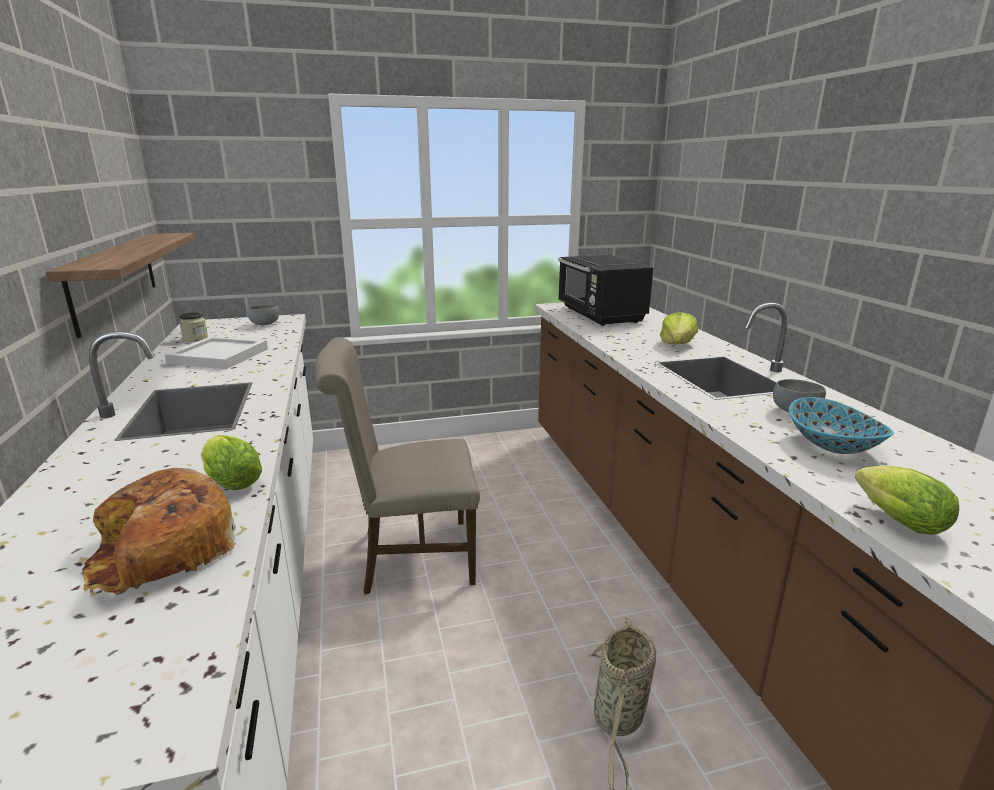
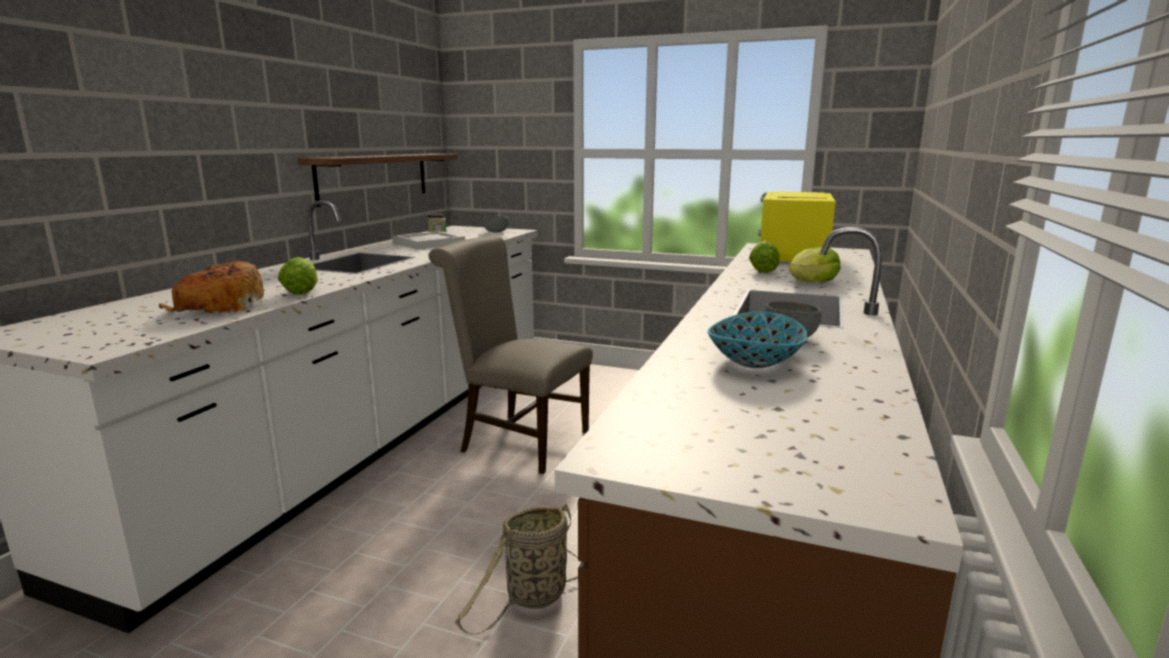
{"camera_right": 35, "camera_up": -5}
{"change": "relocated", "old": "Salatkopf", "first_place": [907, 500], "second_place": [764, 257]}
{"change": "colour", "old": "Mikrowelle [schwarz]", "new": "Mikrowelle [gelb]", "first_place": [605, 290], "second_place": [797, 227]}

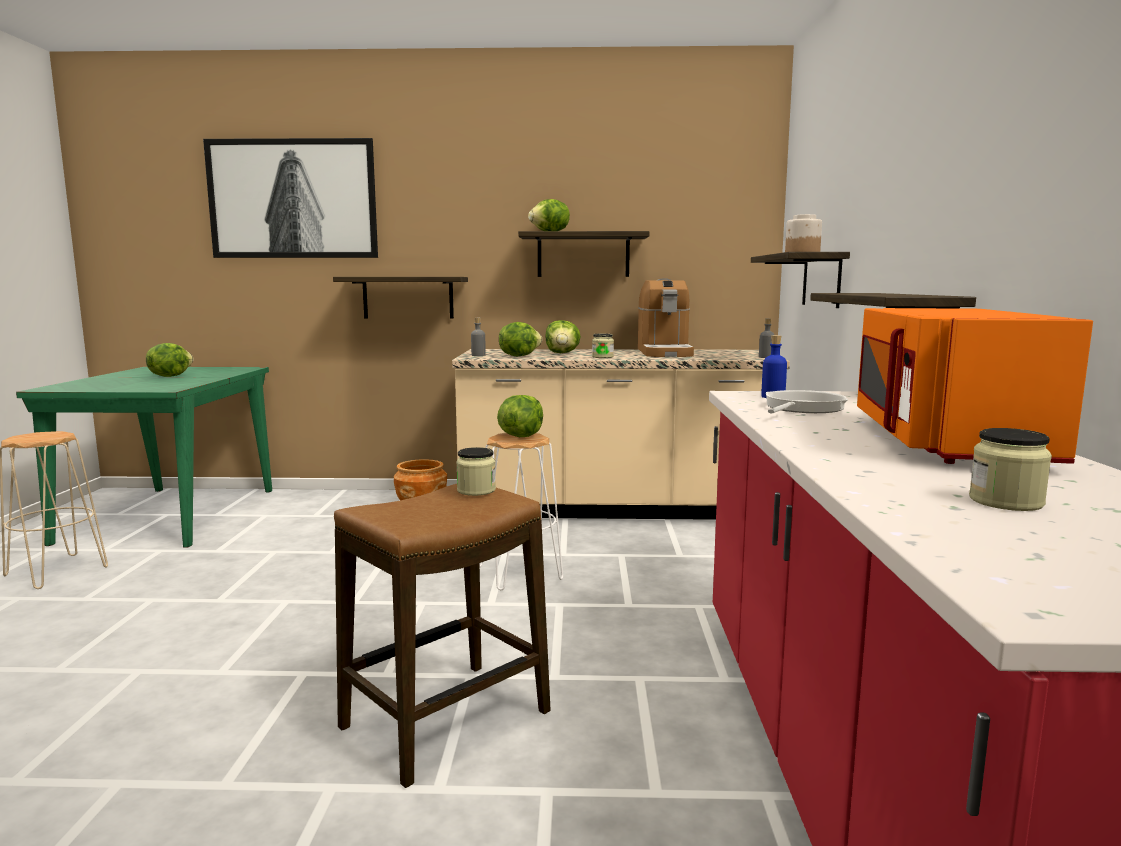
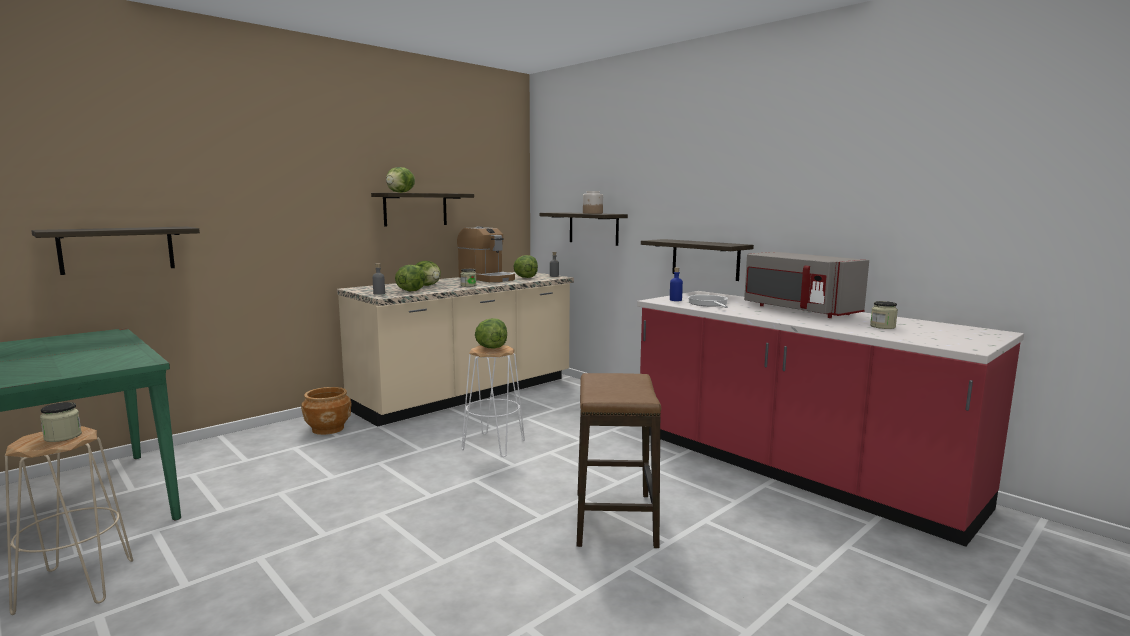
{"camera_right": -45, "camera_up": 0}
{"change": "relocated", "old": "Wandregal", "first_place": [400, 298], "second_place": [115, 251]}
{"change": "relocated", "old": "Vorratsglas", "first_place": [476, 471], "second_place": [61, 422]}
{"change": "relocated", "old": "Salatkopf", "first_place": [170, 360], "second_place": [525, 266]}
{"change": "colour", "old": "Mikrowelle [orange]", "new": "Mikrowelle [grau]", "first_place": [975, 386], "second_place": [806, 285]}
{"change": "missing", "old": "Bild", "first_place": [290, 198]}

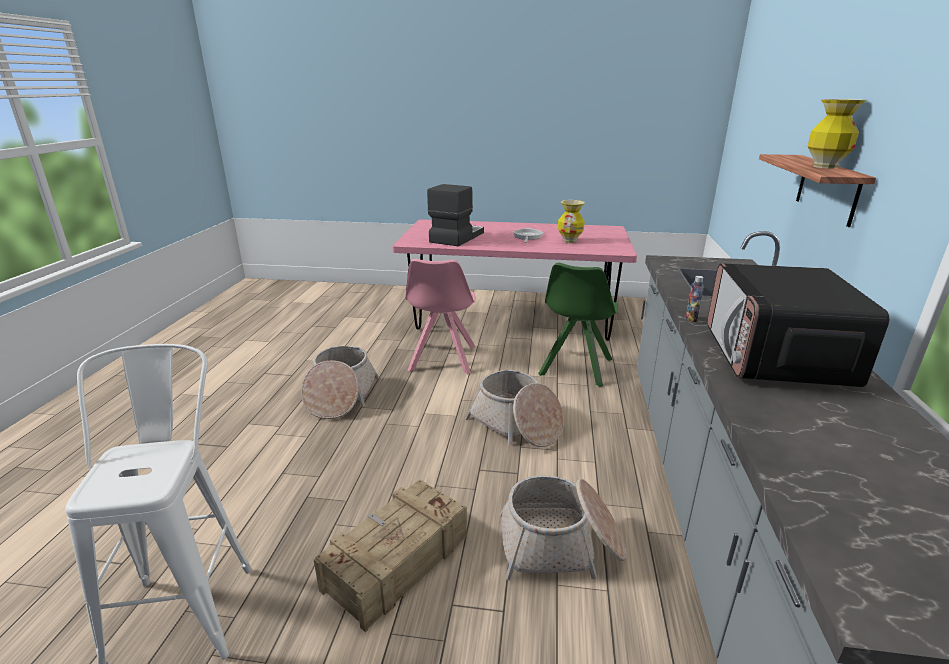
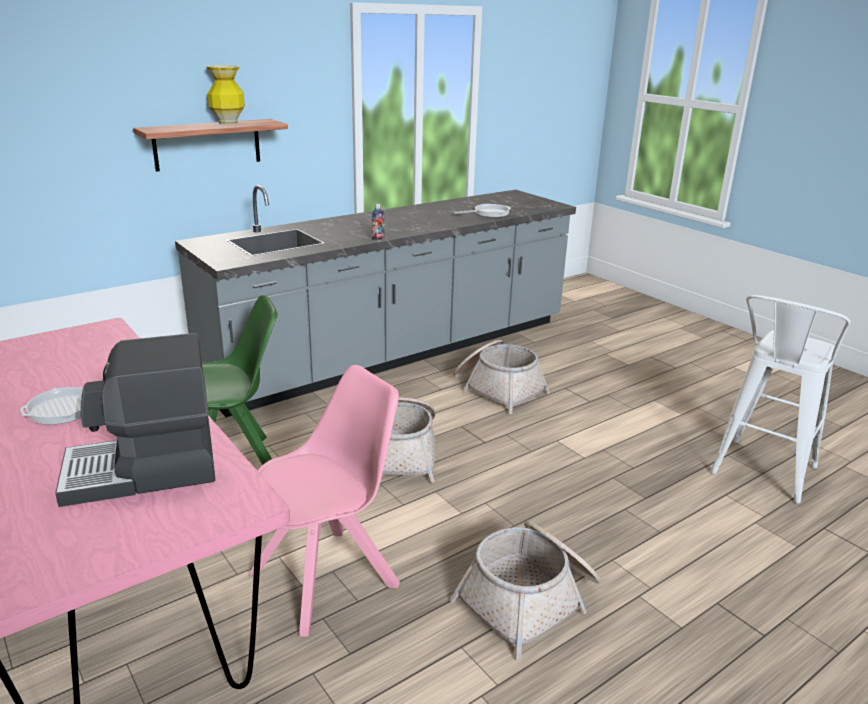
{"camera_right": -135, "camera_up": 0}
{"change": "appeared", "new": "Pfanne", "second_place": [482, 210]}
{"change": "missing", "old": "Kiste", "first_place": [390, 556]}
{"change": "missing", "old": "Vase", "first_place": [571, 221]}
{"change": "missing", "old": "Mikrowelle", "first_place": [798, 325]}

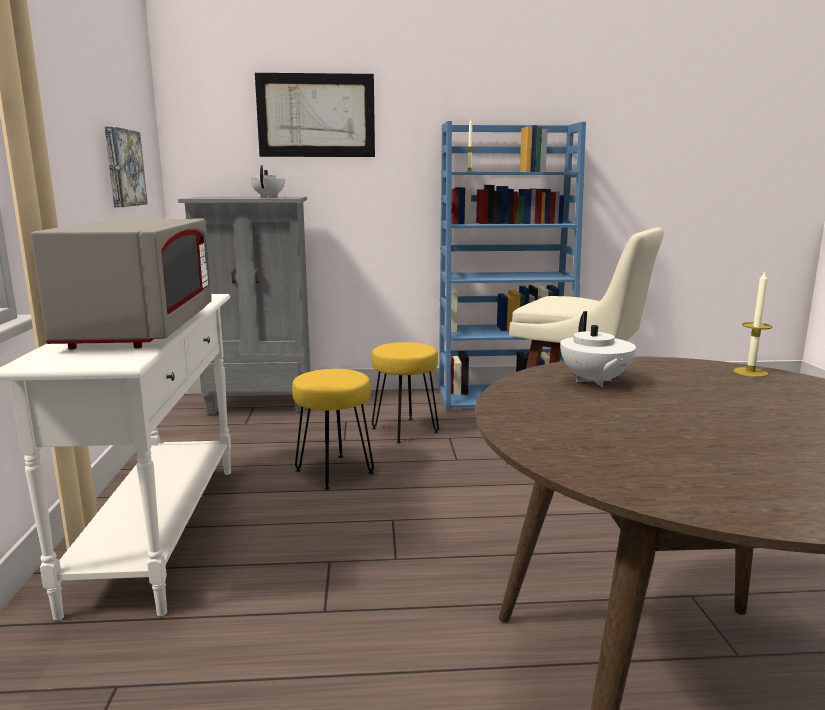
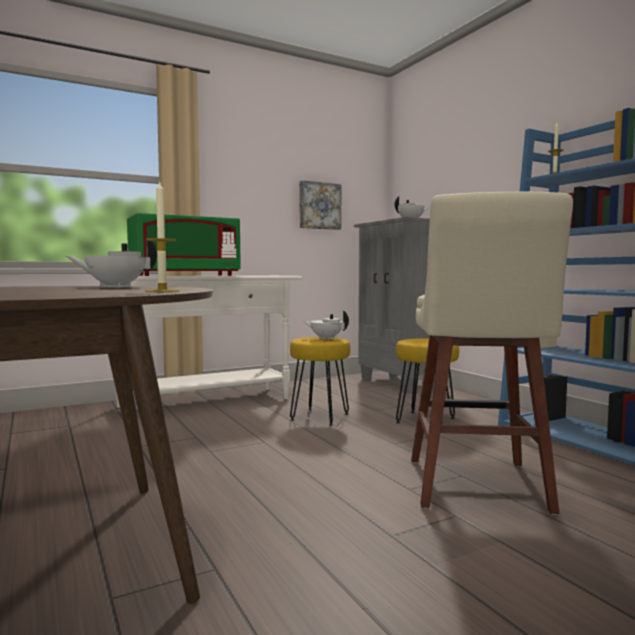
{"camera_right": 65, "camera_up": -10}
{"change": "colour", "old": "Mikrowelle [grau]", "new": "Mikrowelle [grün]", "first_place": [121, 284], "second_place": [184, 244]}
{"change": "appeared", "new": "Teekanne [weiß]", "second_place": [326, 325]}
{"change": "missing", "old": "Bild", "first_place": [315, 115]}

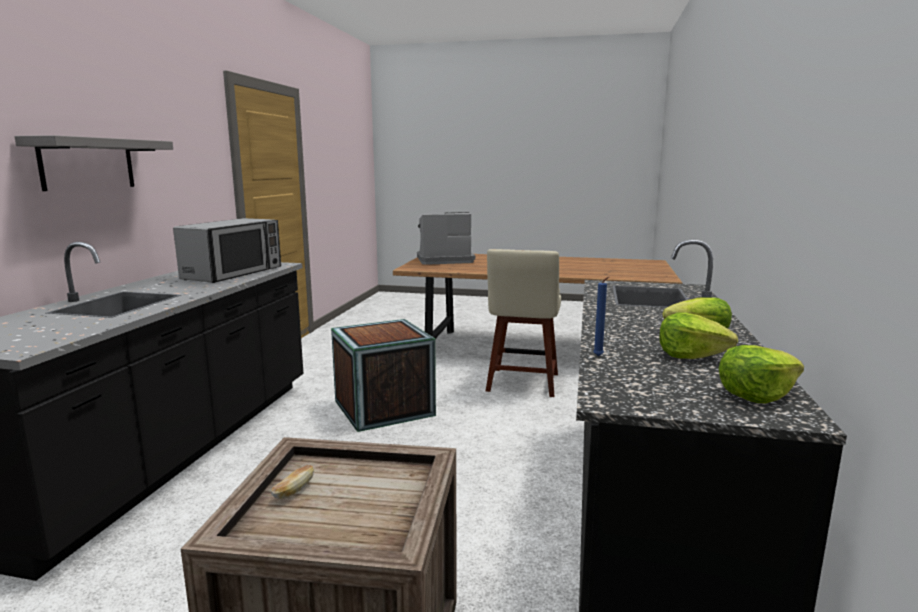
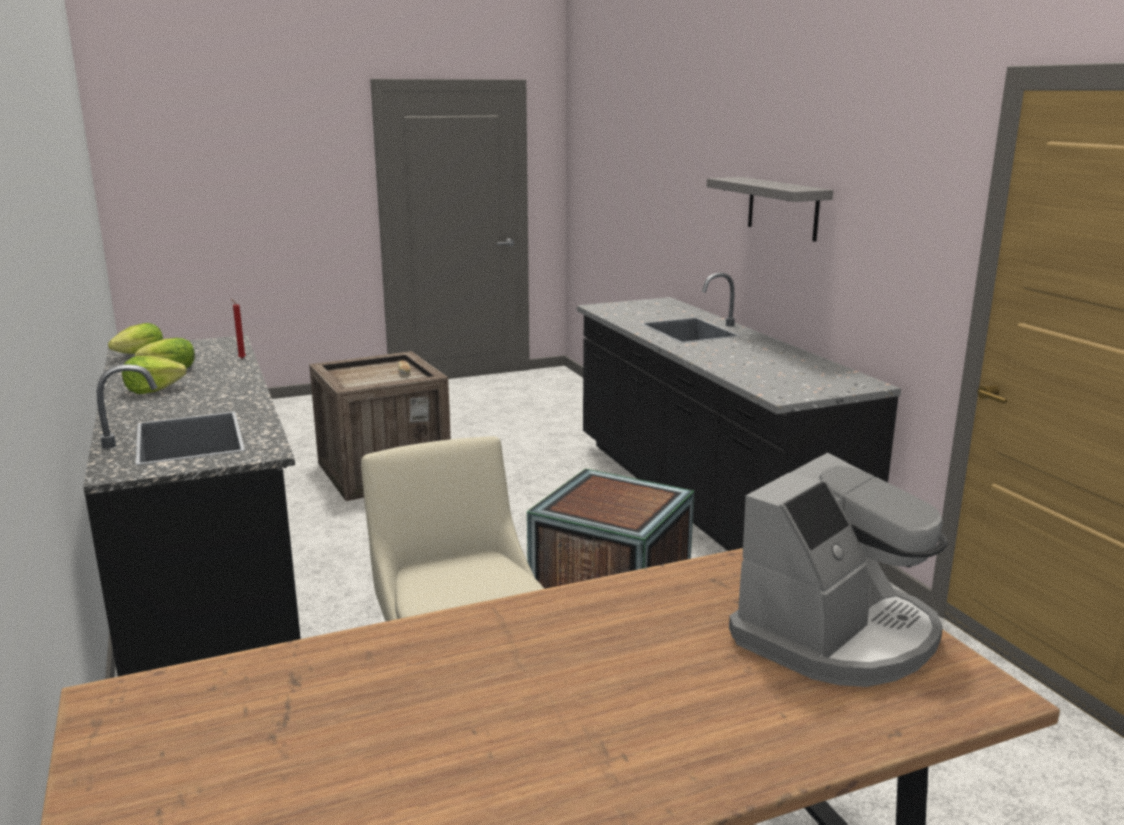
{"camera_right": 145, "camera_up": 5}
{"change": "colour", "old": "Kerze [blau]", "new": "Kerze [rot]", "first_place": [601, 316], "second_place": [238, 328]}
{"change": "missing", "old": "Mikrowelle", "first_place": [227, 250]}

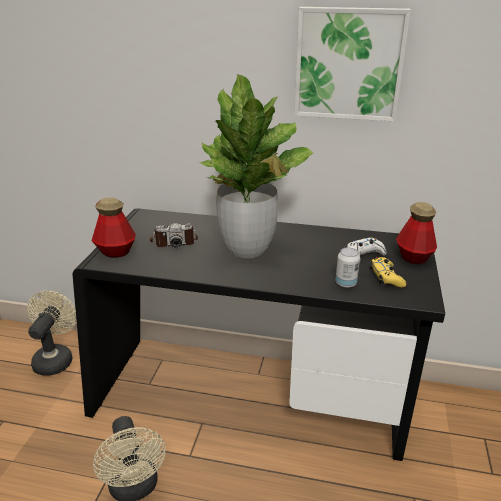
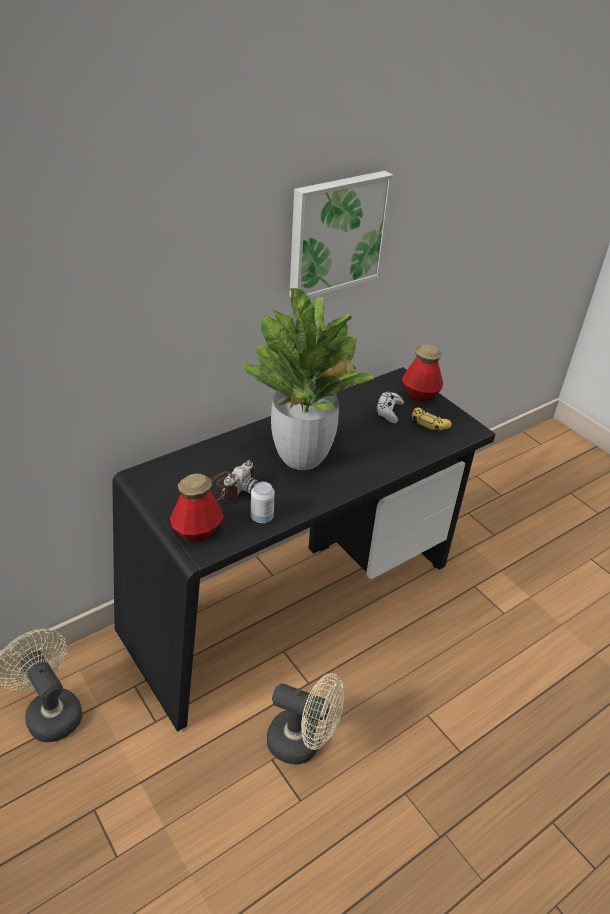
{"camera_right": -50, "camera_up": 10}
{"change": "relocated", "old": "Dose", "first_place": [347, 267], "second_place": [263, 502]}

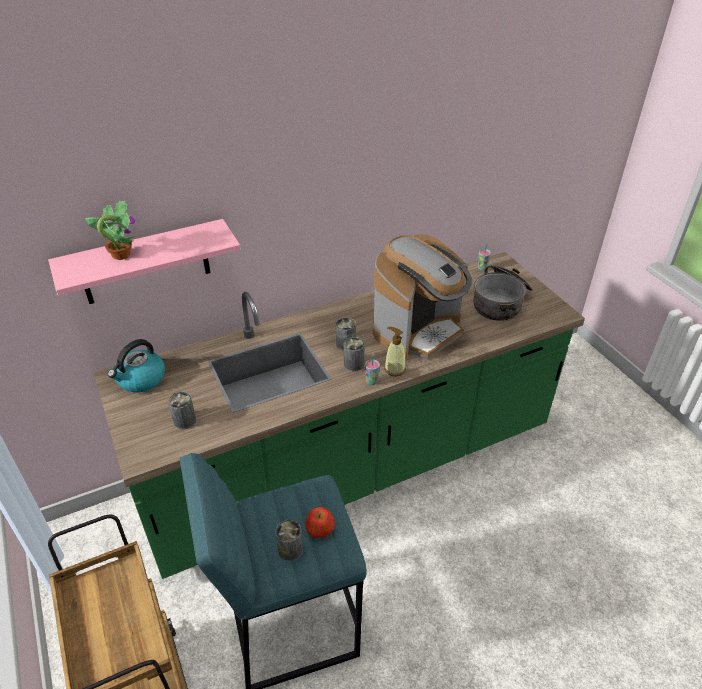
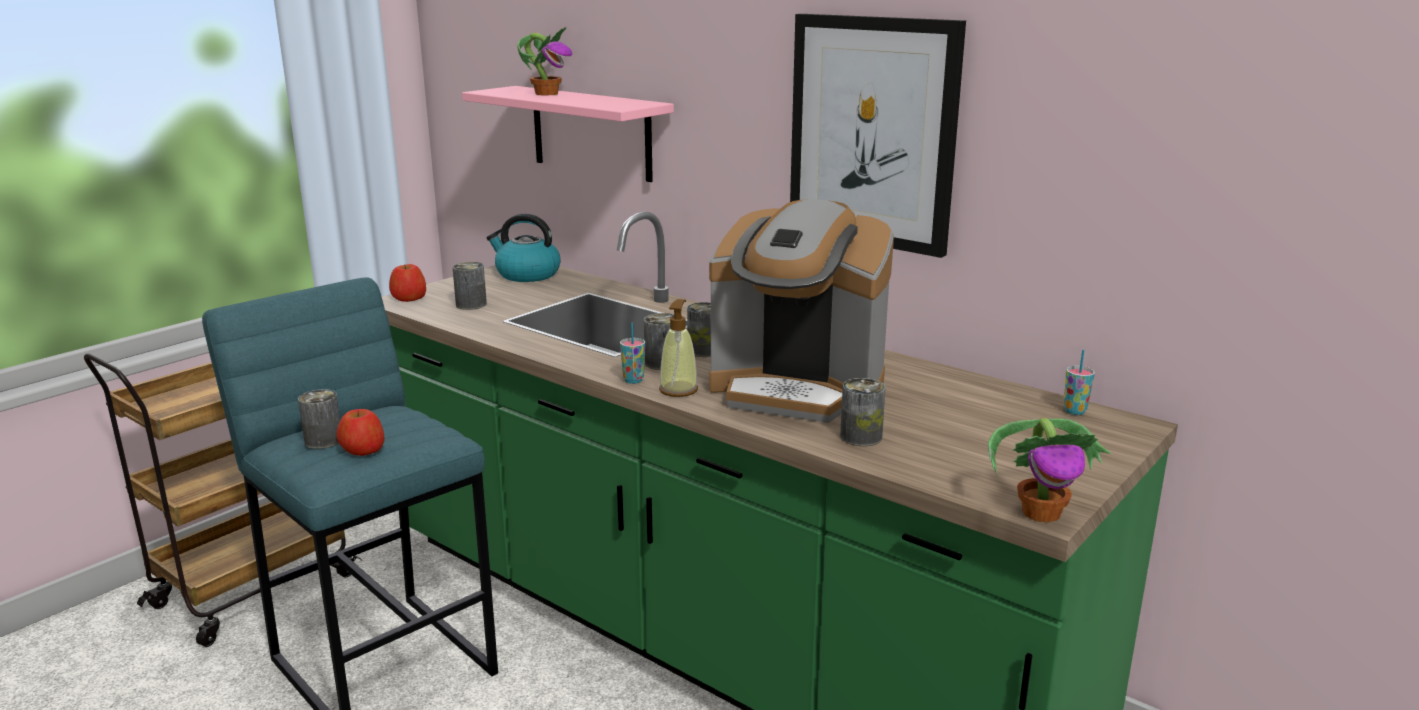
{"camera_right": 65, "camera_up": -20}
{"change": "appeared", "new": "Apfel", "second_place": [407, 283]}
{"change": "appeared", "new": "Bild", "second_place": [878, 136]}
{"change": "appeared", "new": "Dose", "second_place": [863, 412]}
{"change": "appeared", "new": "Topfpflanze", "second_place": [1049, 470]}
{"change": "missing", "old": "Kochtopf", "first_place": [503, 293]}

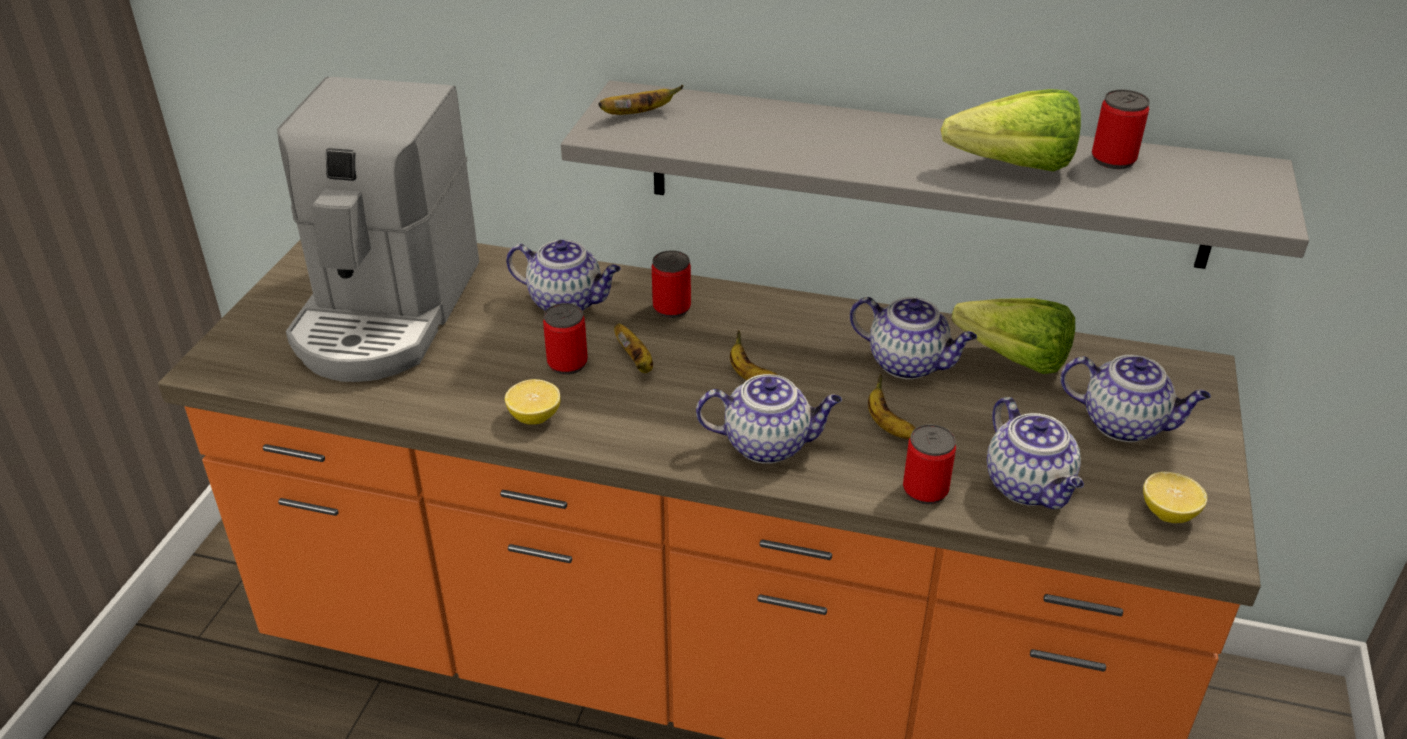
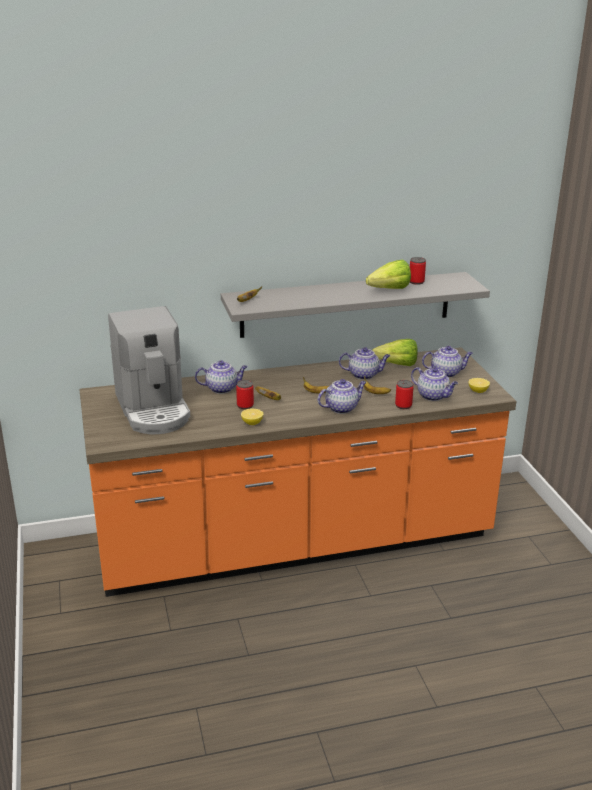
{"camera_right": -30, "camera_up": -10}
{"change": "missing", "old": "Dose", "first_place": [671, 284]}

